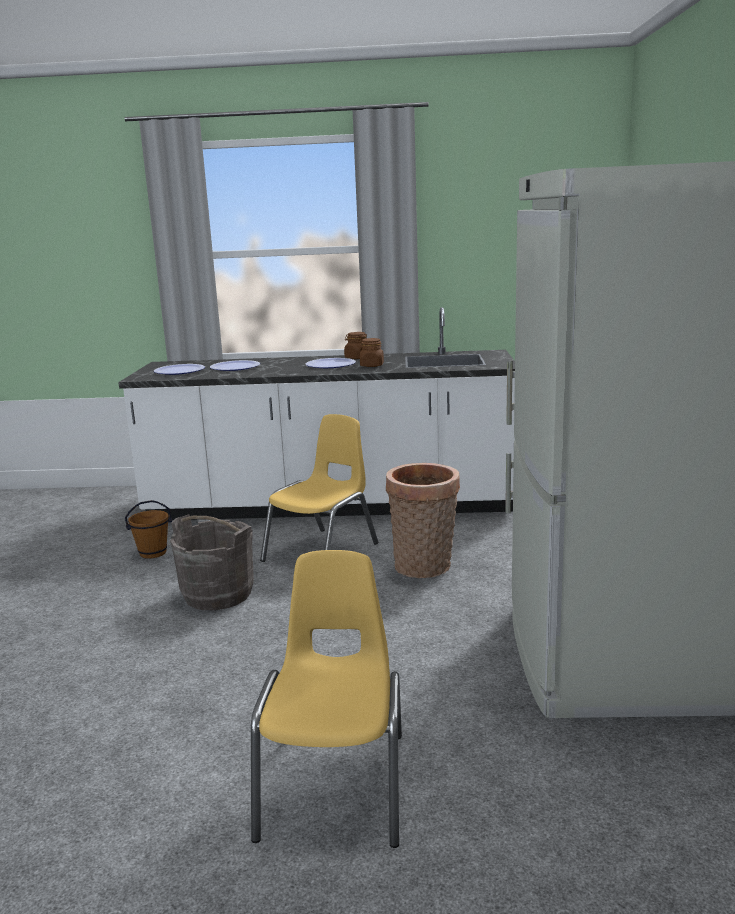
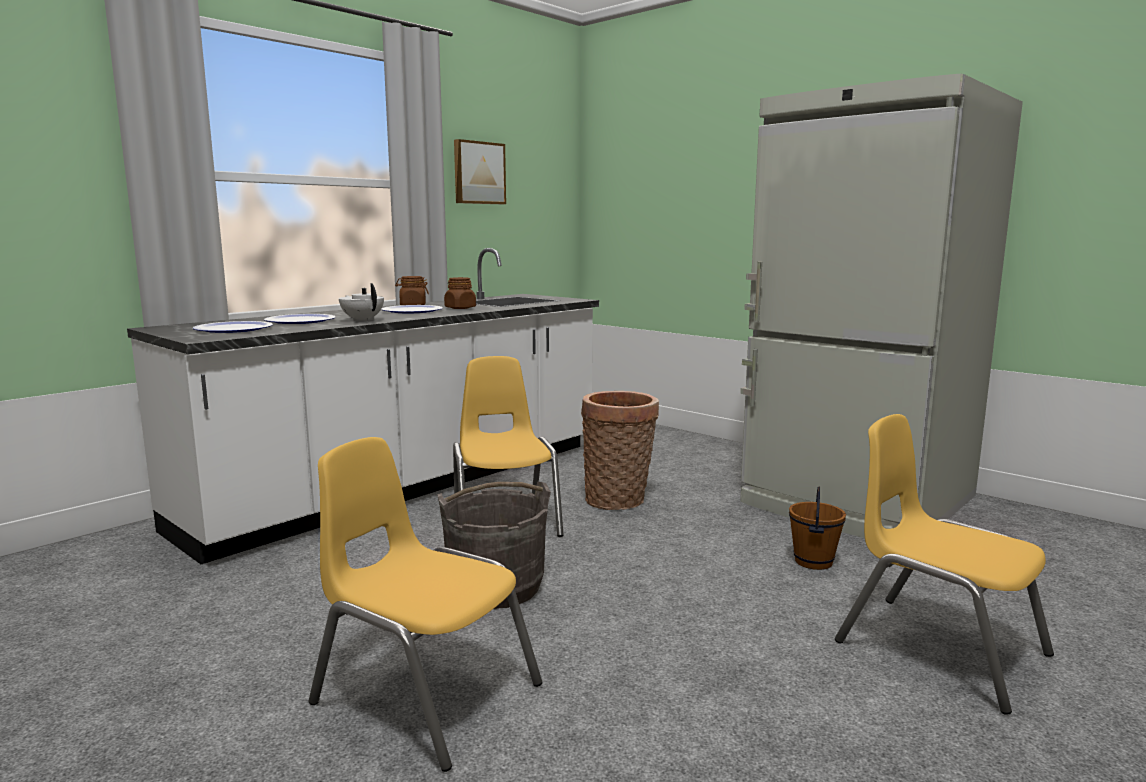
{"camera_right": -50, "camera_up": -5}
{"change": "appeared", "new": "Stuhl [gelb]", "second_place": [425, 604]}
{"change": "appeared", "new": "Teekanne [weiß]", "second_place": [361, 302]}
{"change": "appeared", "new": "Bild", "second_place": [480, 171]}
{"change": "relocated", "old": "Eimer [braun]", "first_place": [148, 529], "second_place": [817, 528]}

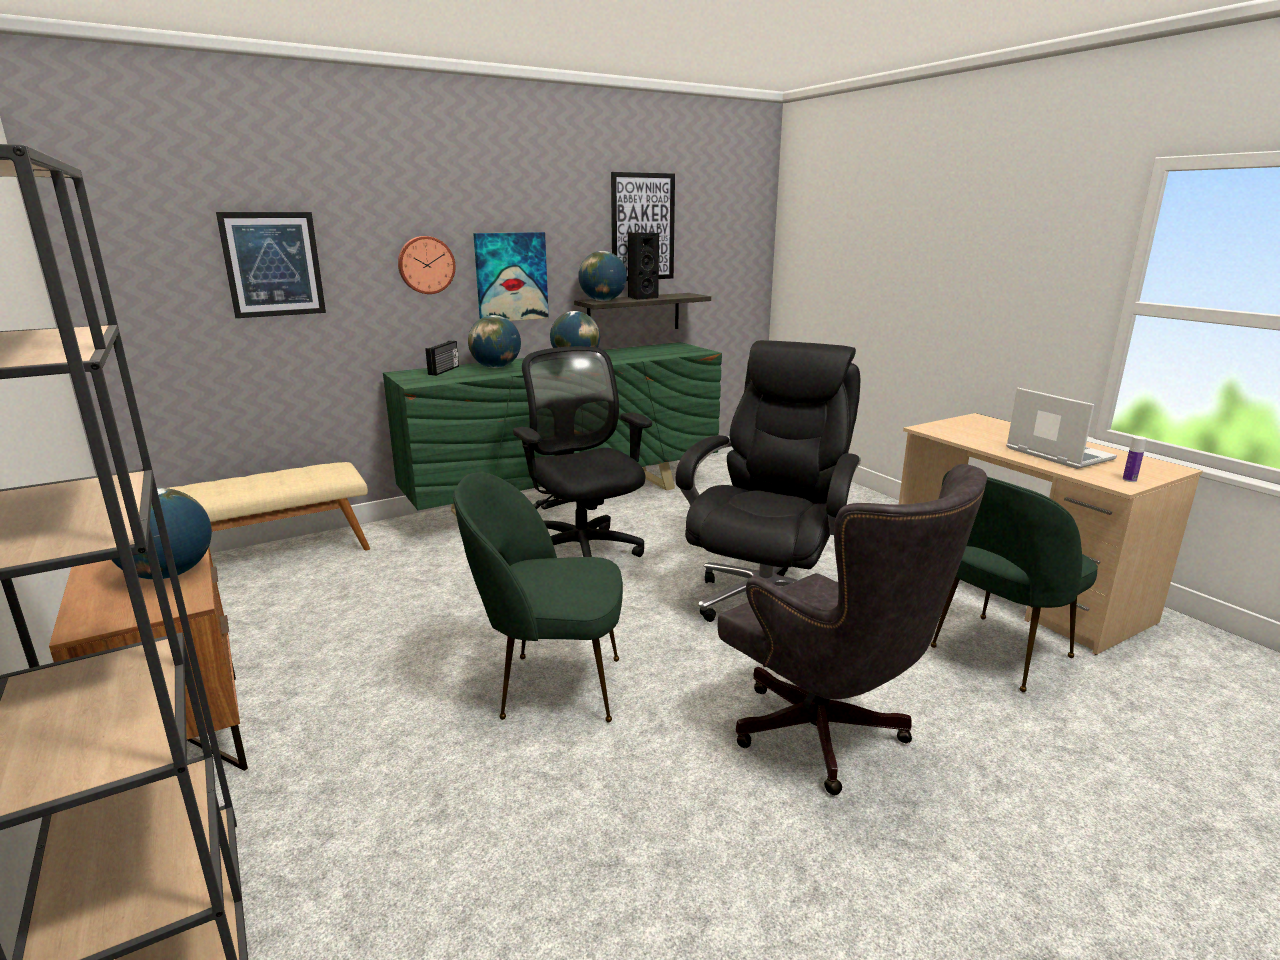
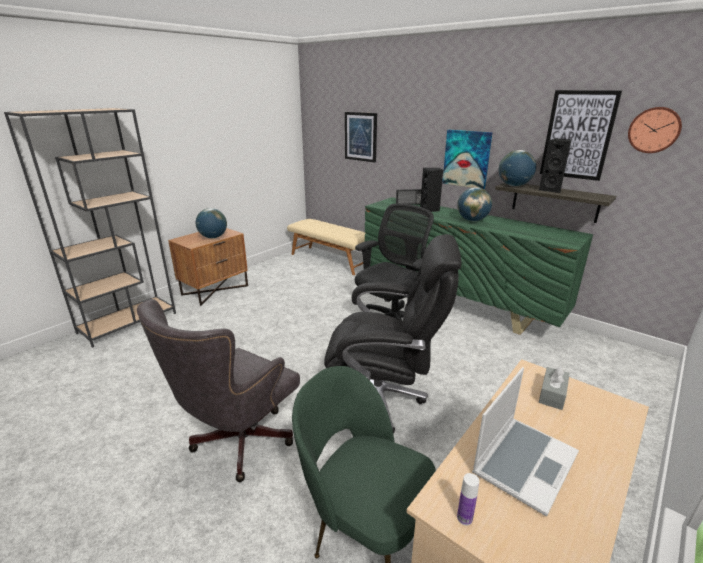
{"camera_right": 70, "camera_up": 5}
{"change": "exchanged", "old": "Globus", "new": "Lautsprecher [schwarz]", "first_place": [494, 341], "second_place": [431, 190]}
{"change": "appeared", "new": "Taschentuchbox [grau]", "second_place": [554, 387]}
{"change": "relocated", "old": "Wanduhr", "first_place": [427, 265], "second_place": [655, 130]}
{"change": "missing", "old": "Stuhl [grün]", "first_place": [538, 597]}

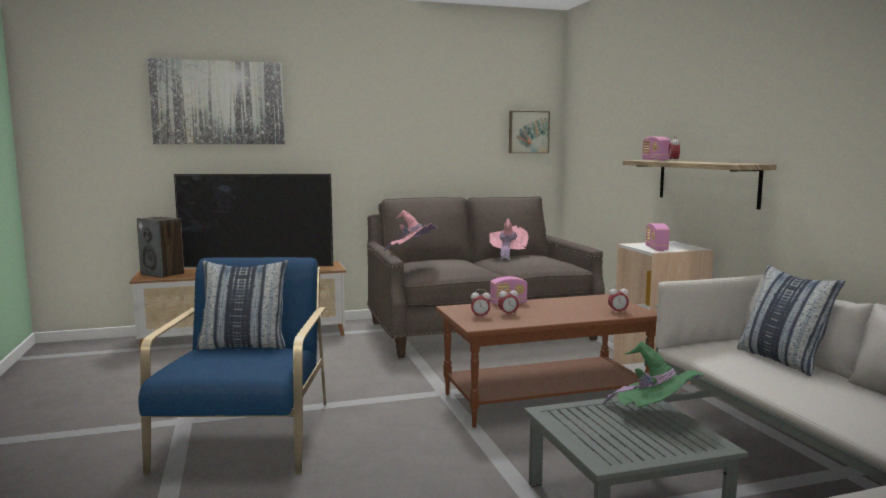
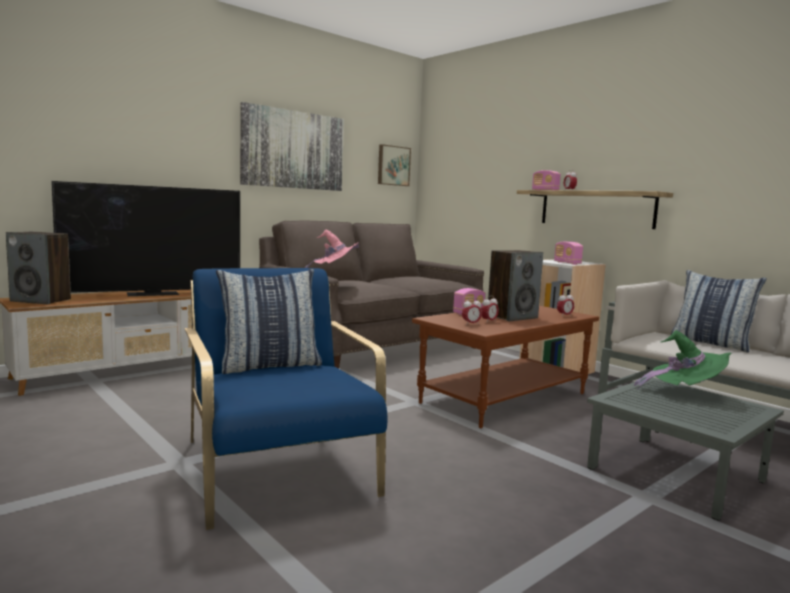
{"camera_right": -25, "camera_up": 0}
{"change": "relocated", "old": "Bild", "first_place": [216, 101], "second_place": [292, 146]}
{"change": "appeared", "new": "Lautsprecher", "second_place": [515, 285]}
{"change": "missing", "old": "Hut [rosa]", "first_place": [508, 239]}

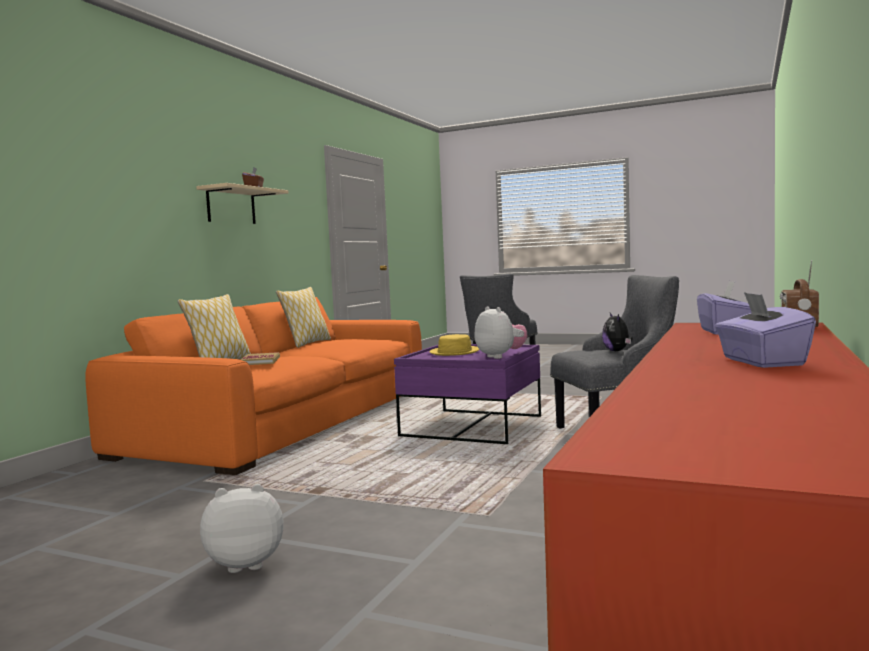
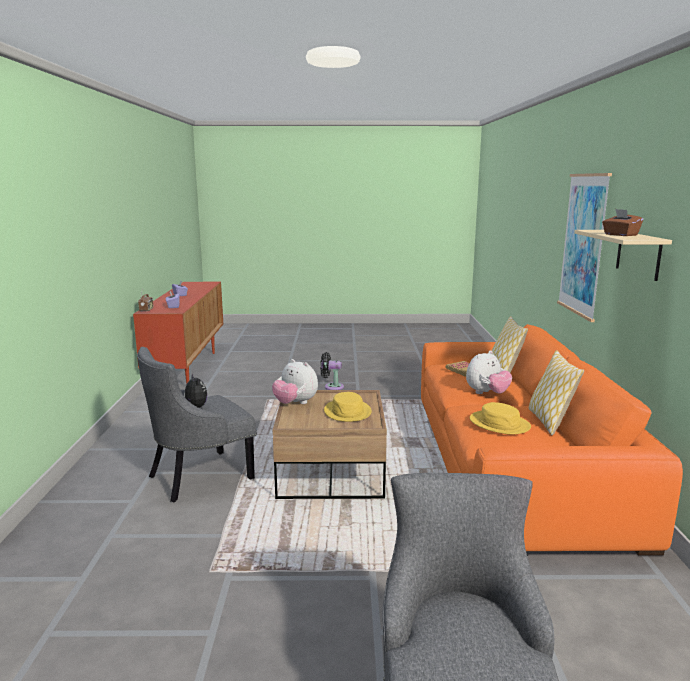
{"camera_right": 155, "camera_up": 10}
{"change": "colour", "old": "Couchtisch [lila]", "new": "Couchtisch [braun]", "first_place": [467, 394], "second_place": [330, 444]}
{"change": "appeared", "new": "Ventilator [schwarz]", "second_place": [332, 371]}
{"change": "relocated", "old": "Plüschtier", "first_place": [242, 528], "second_place": [489, 372]}
{"change": "appeared", "new": "Hut [gelb]", "second_place": [500, 418]}
{"change": "appeared", "new": "Bild", "second_place": [584, 247]}

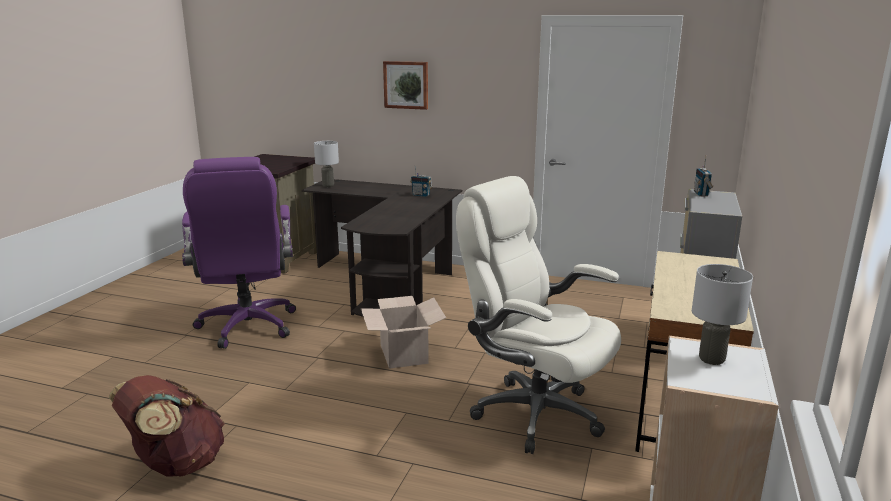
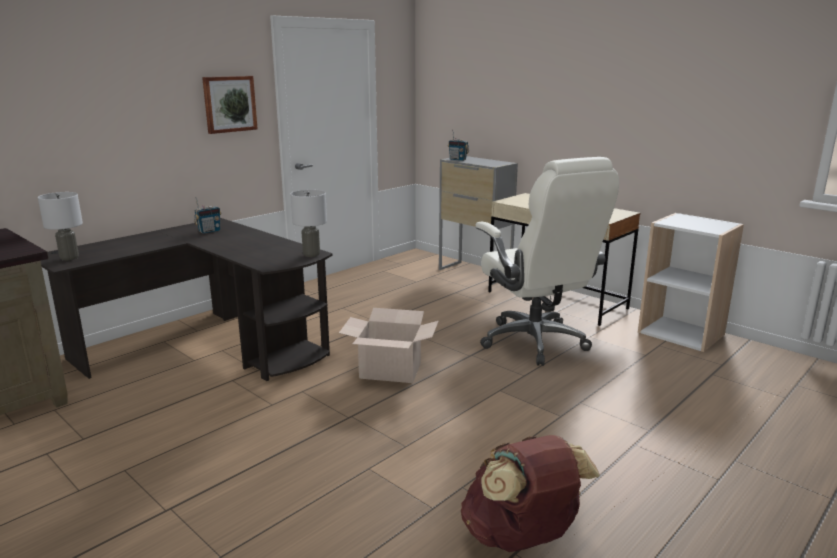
{"camera_right": -65, "camera_up": 0}
{"change": "relocated", "old": "Bild", "first_place": [405, 85], "second_place": [230, 105]}
{"change": "relocated", "old": "Tischlampe [weiß]", "first_place": [722, 314], "second_place": [308, 223]}
{"change": "spun", "old": "Bürostuhl [weiß]", "first_place": [538, 315], "second_place": [547, 261], "degrees": -90}
{"change": "missing", "old": "Bürostuhl [lila]", "first_place": [239, 253]}

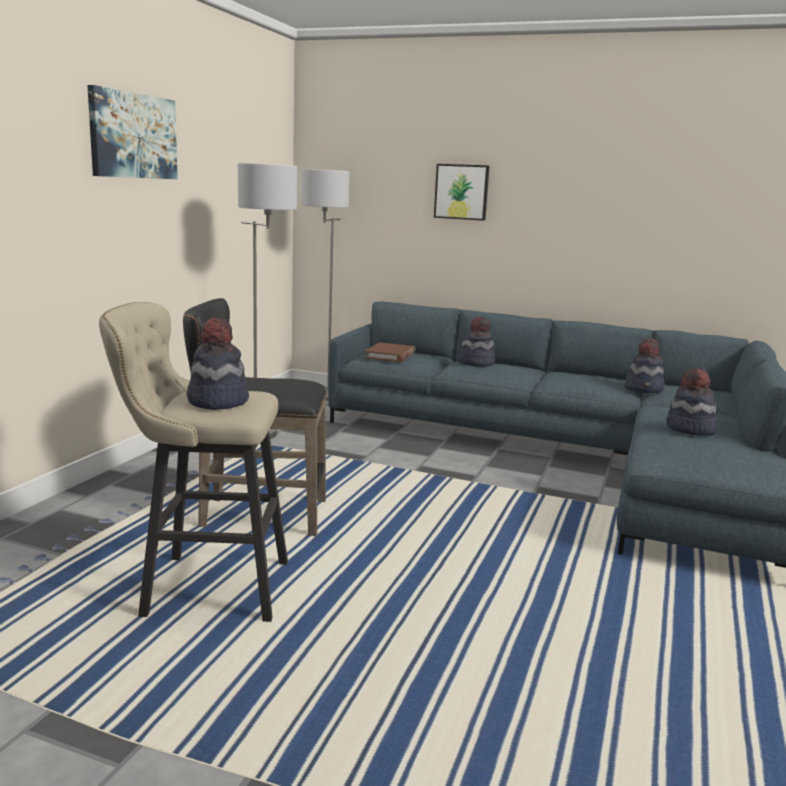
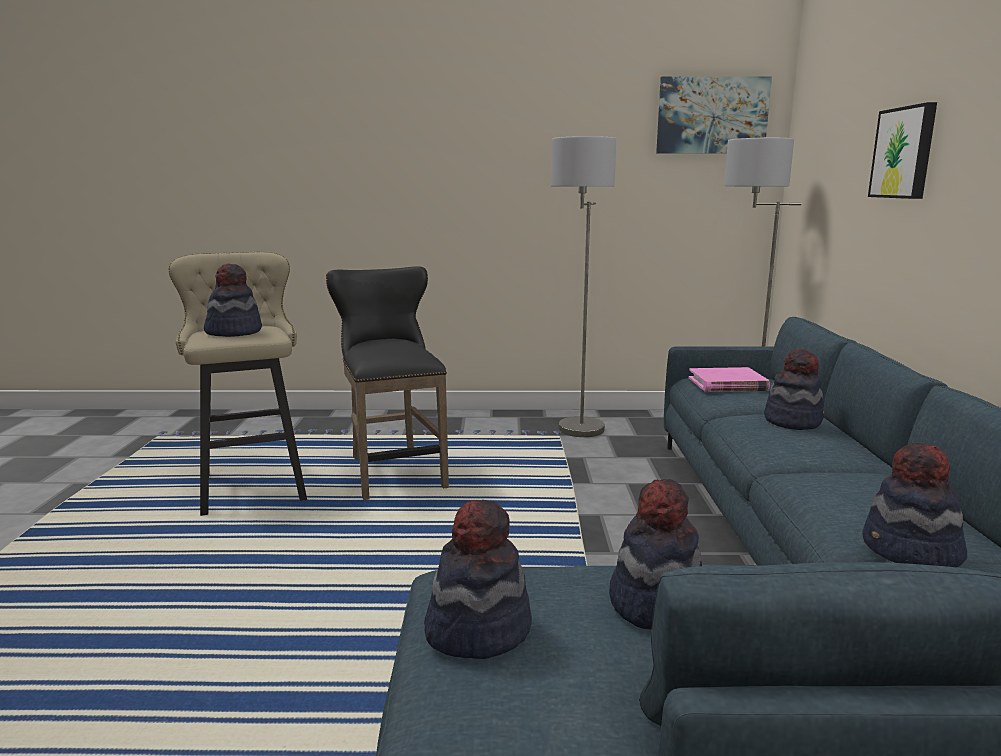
{"camera_right": 70, "camera_up": 0}
{"change": "appeared", "new": "Hut", "second_place": [478, 579]}
{"change": "relocated", "old": "Bild", "first_place": [132, 132], "second_place": [714, 115]}
{"change": "colour", "old": "Buch [braun]", "new": "Buch [rosa]", "first_place": [390, 352], "second_place": [729, 379]}

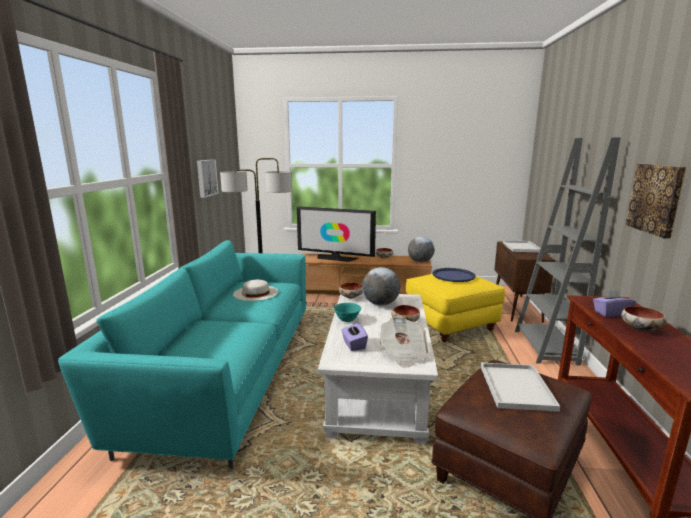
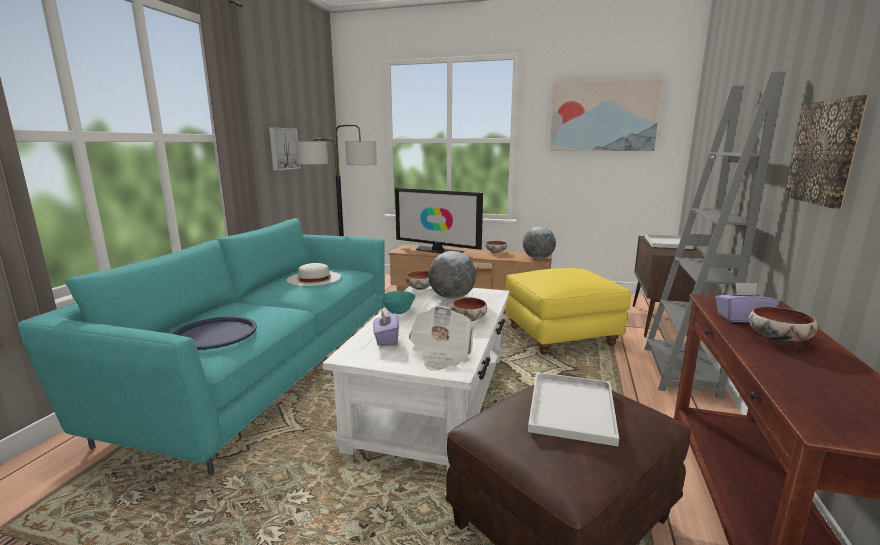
{"camera_right": 10, "camera_up": 0}
{"change": "relocated", "old": "Tablett [blau]", "first_place": [454, 275], "second_place": [215, 333]}
{"change": "appeared", "new": "Bild", "second_place": [606, 115]}

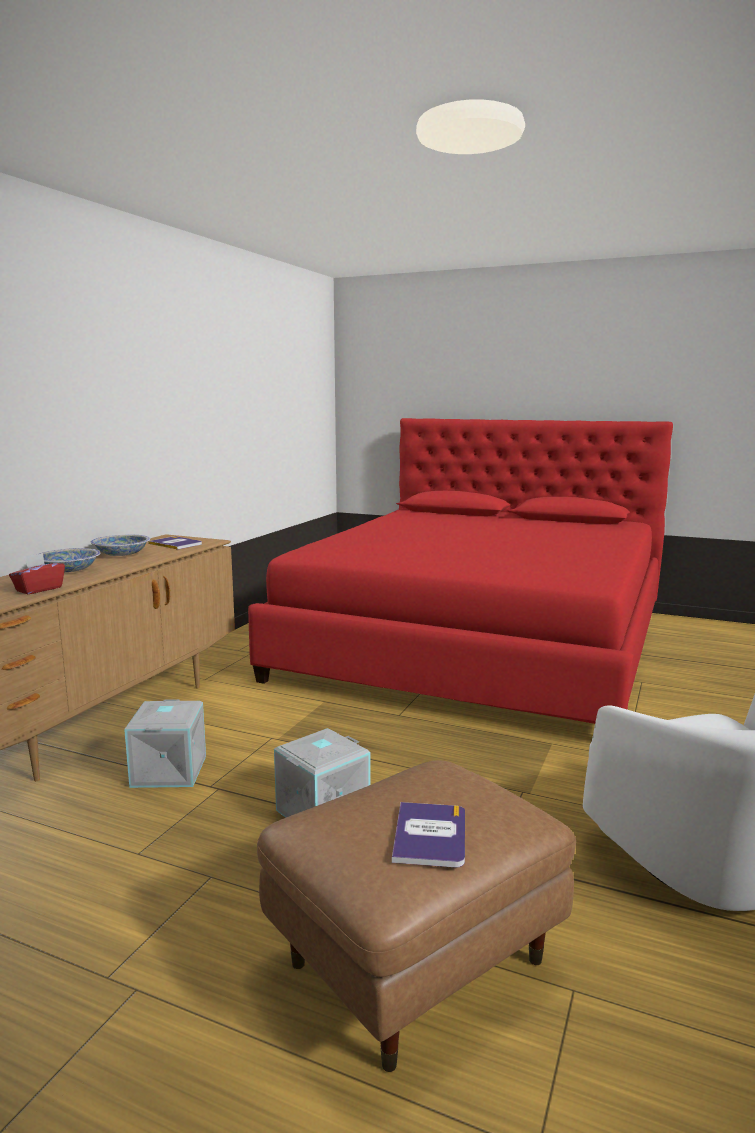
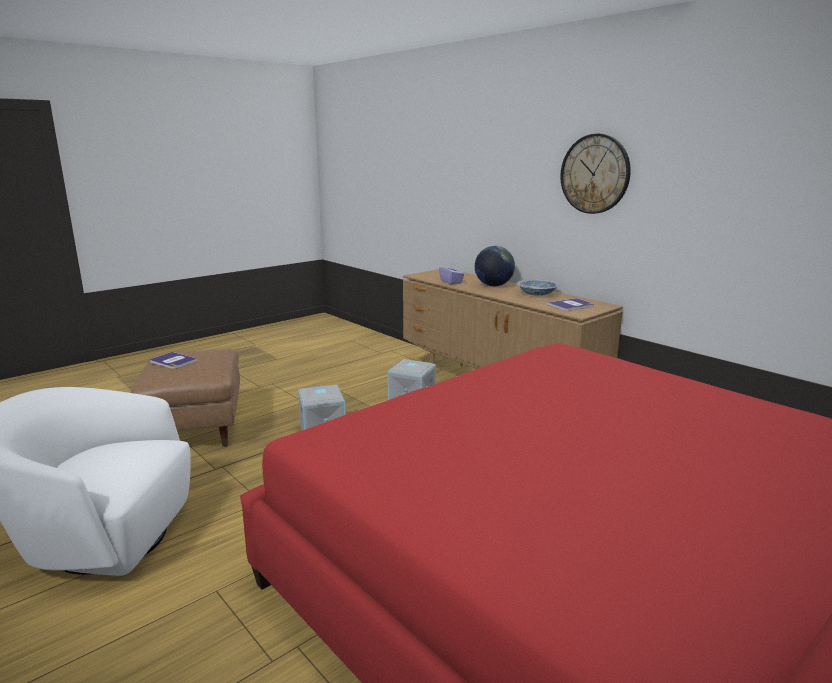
{"camera_right": 115, "camera_up": 5}
{"change": "colour", "old": "Taschentuchbox [rot]", "new": "Taschentuchbox [lila]", "first_place": [37, 573], "second_place": [451, 273]}
{"change": "exchanged", "old": "Schüssel", "new": "Globus", "first_place": [69, 560], "second_place": [495, 266]}
{"change": "appeared", "new": "Wanduhr", "second_place": [595, 174]}

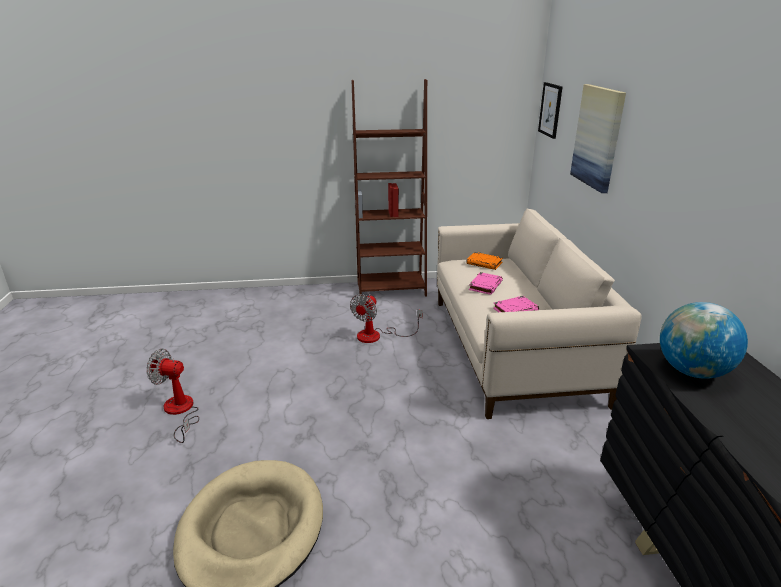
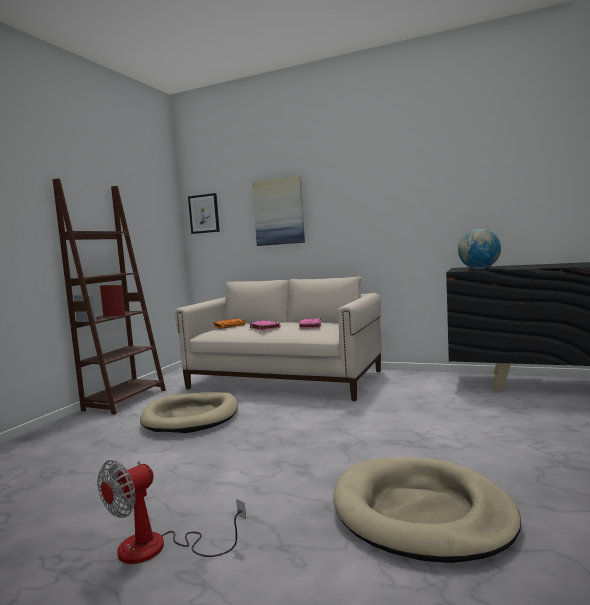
{"camera_right": -60, "camera_up": -20}
{"change": "exchanged", "old": "Ventilator", "new": "Hundebett [beige]", "first_place": [386, 318], "second_place": [189, 412]}

